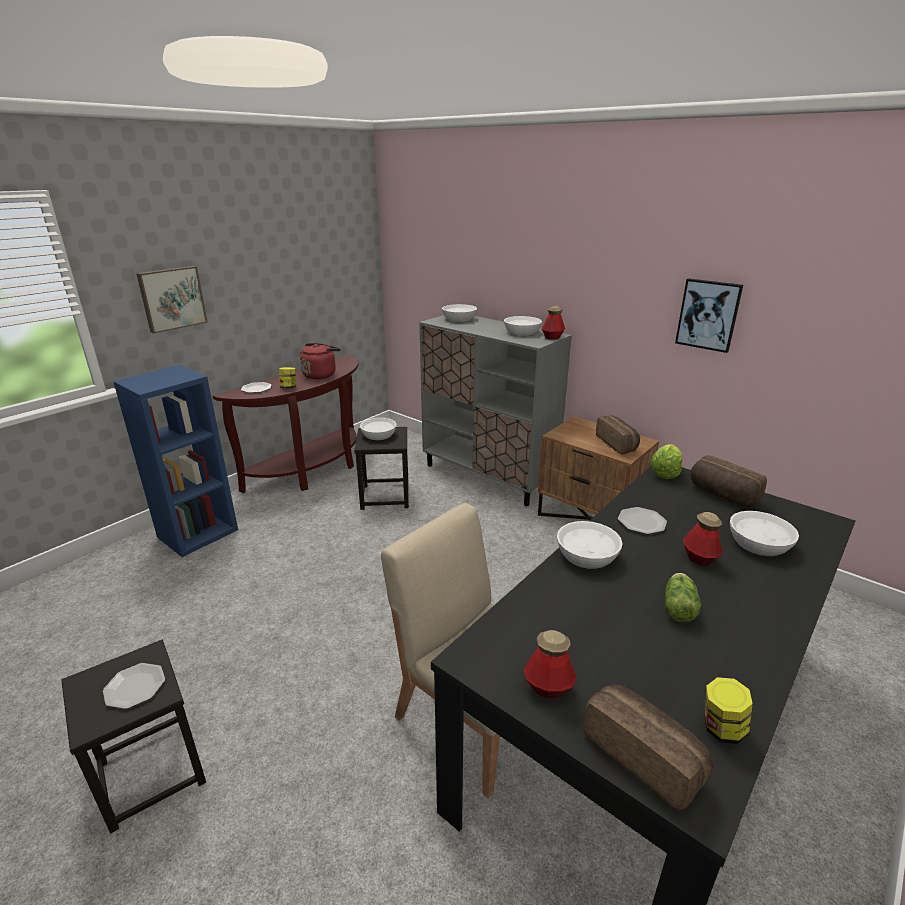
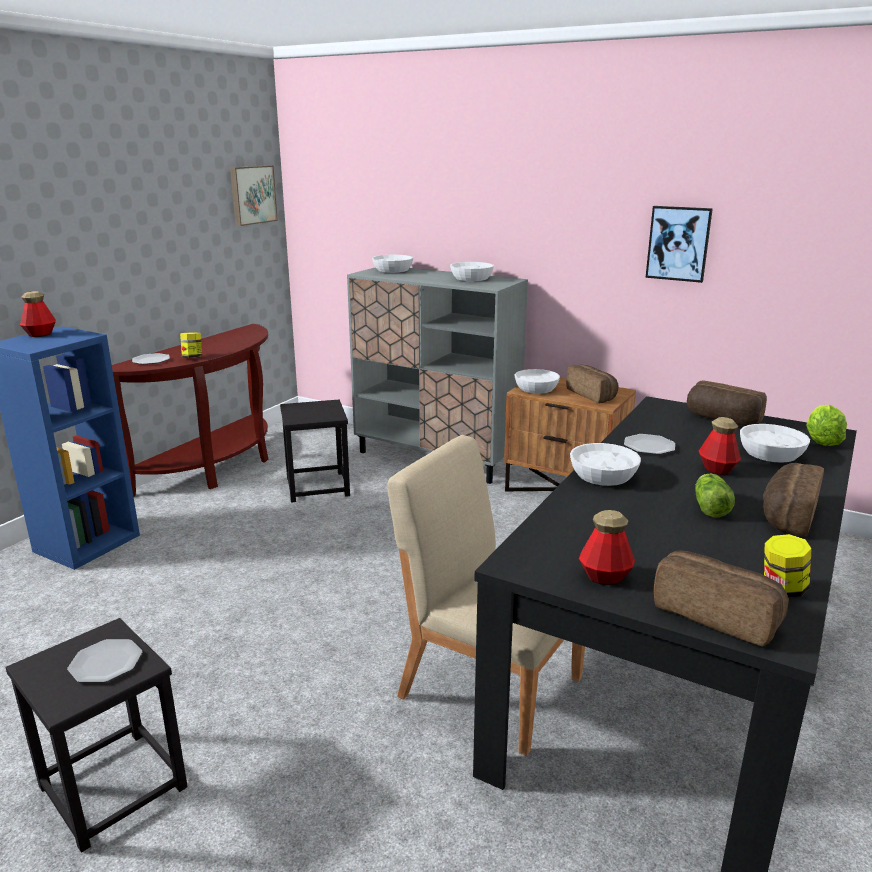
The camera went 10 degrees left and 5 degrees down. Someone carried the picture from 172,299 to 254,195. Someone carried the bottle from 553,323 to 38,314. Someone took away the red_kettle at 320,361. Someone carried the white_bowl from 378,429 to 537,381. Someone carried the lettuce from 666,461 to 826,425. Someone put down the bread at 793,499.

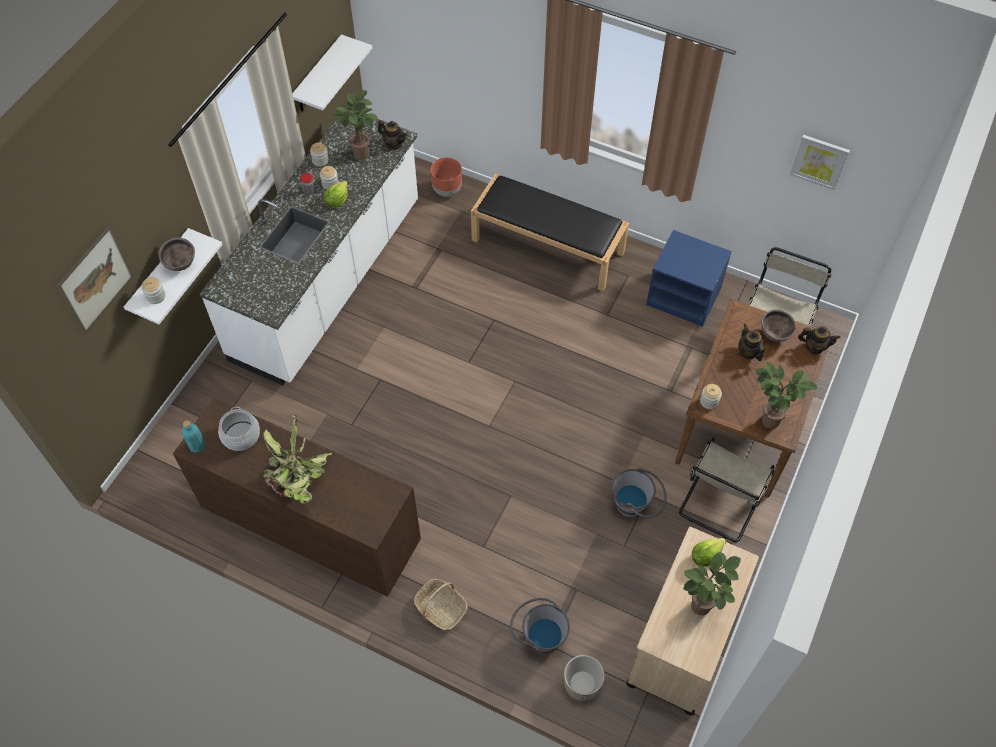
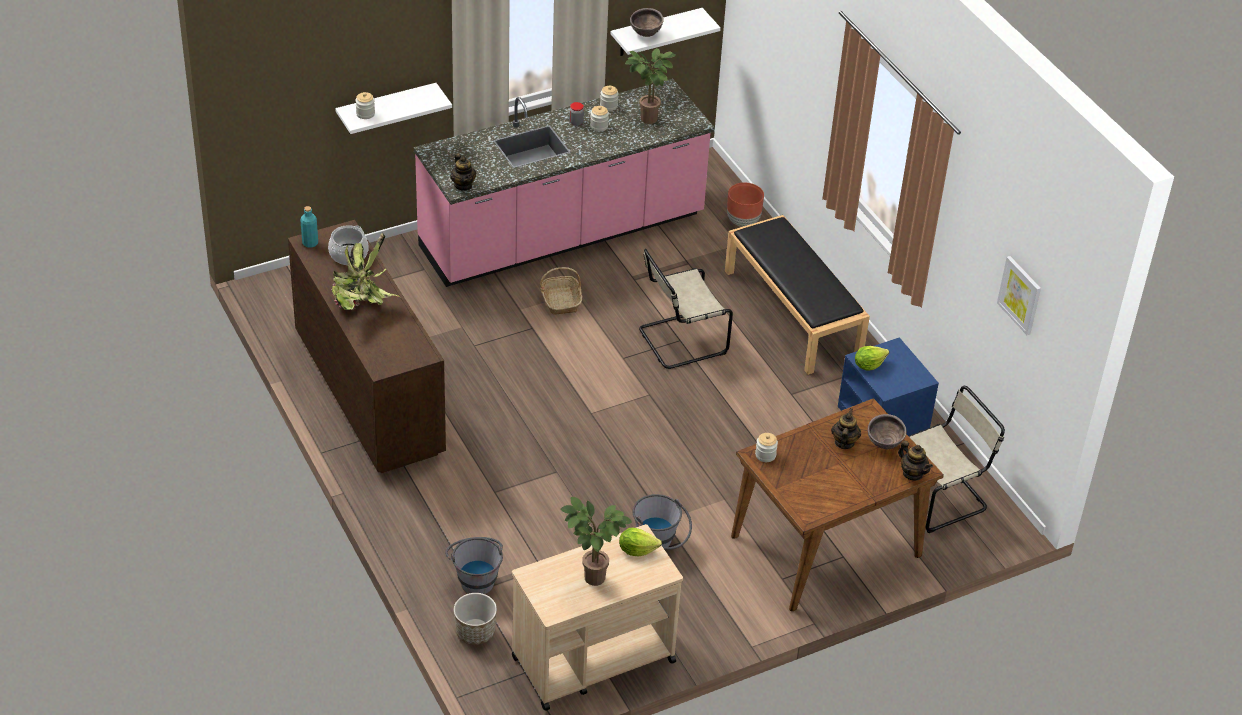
The camera went 35 degrees right and 15 degrees down. Someone repainted the white_counter at 309,246, which became the pink_counter at 564,183. Someone carried the teapot from 392,135 to 463,172. Someone carried the lettuce from 336,194 to 872,358. Someone took away the picture at 95,280. Someone carried the brown_bowl from 177,254 to 647,22. Someone took away the potted_plant at 786,395. Someone carried the beige_chair from 727,489 to 686,309. Someone carried the basket from 441,604 to 561,291.

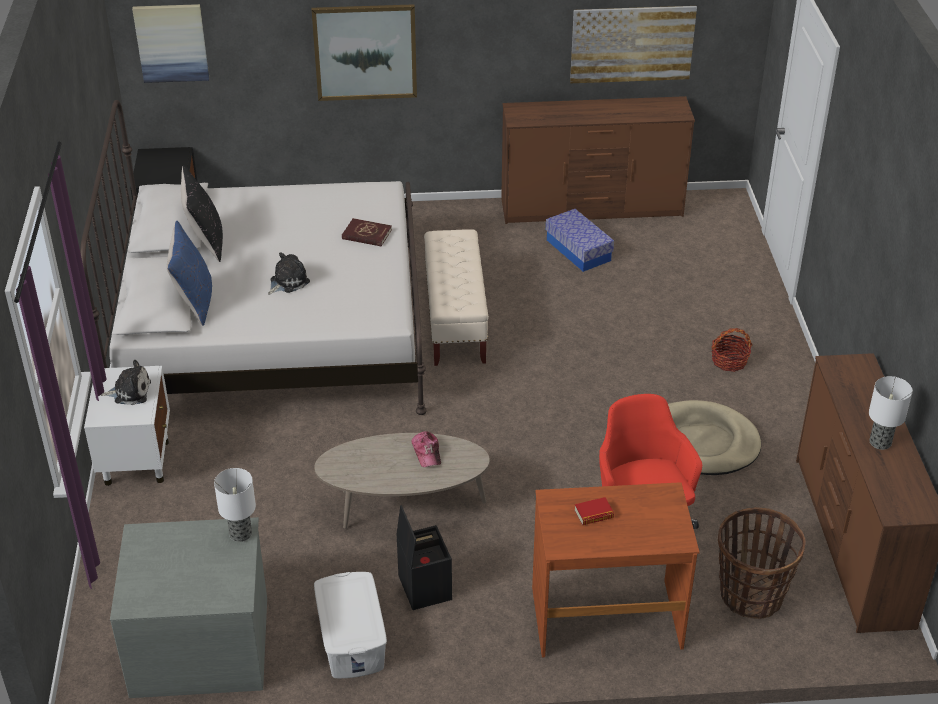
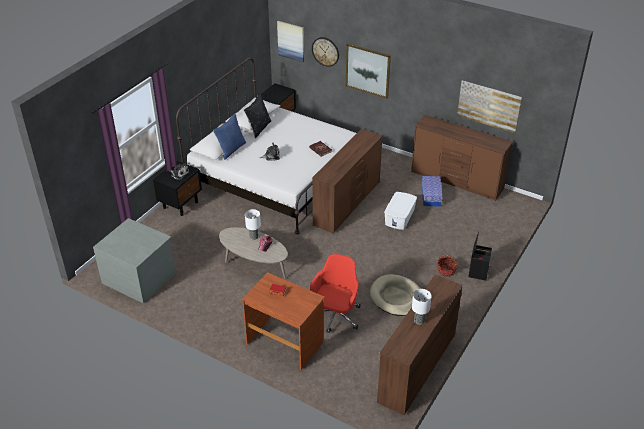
The camera went 35 degrees right and 0 degrees up. Someone swapped the beige_bench at 456,297 for the brown_dresser at 347,181. Someone repainted the white_nightstand at 127,426, which became the black_nightstand at 177,188. Someone carried the table_lamp from 235,505 to 253,224. Someone carried the black_storage_box from 424,557 to 480,256. Someone took away the basket at 762,563. Someone carried the white_storage_box from 350,625 to 400,211. Someone put up the wall_clock at 325,52.

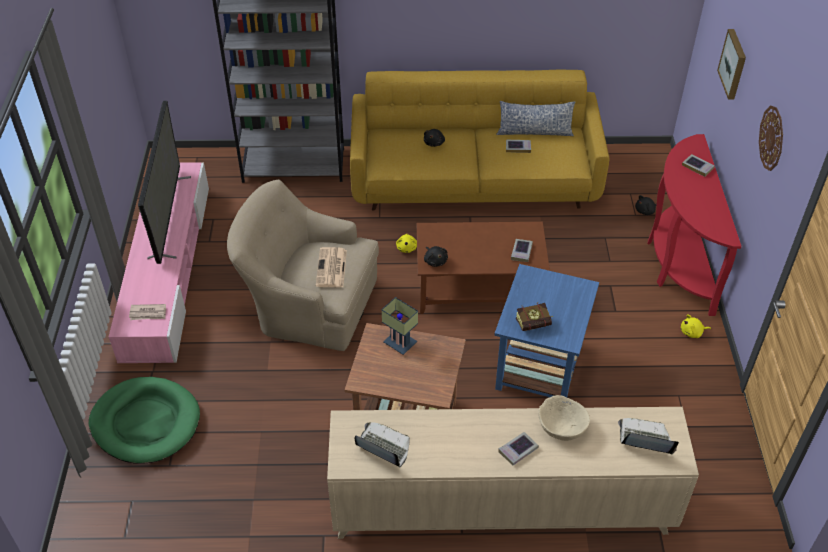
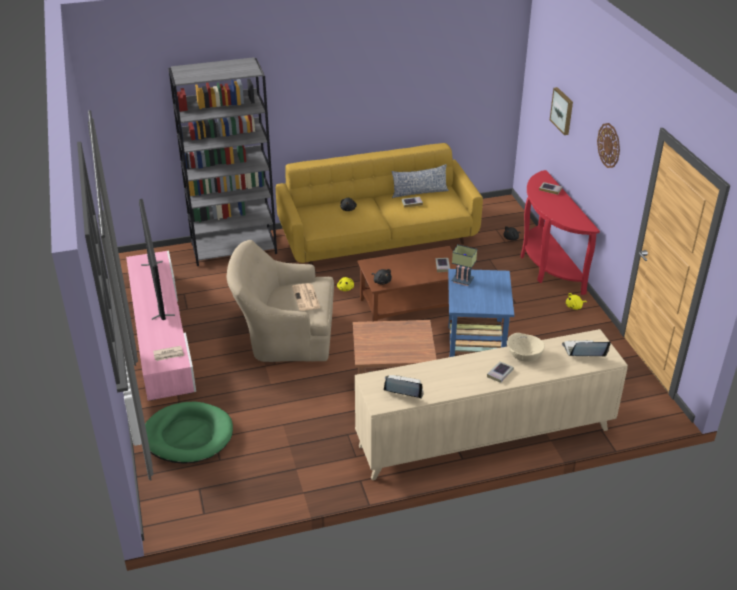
The camera went 15 degrees left and 10 degrees down. Someone carried the table_lamp from 399,326 to 464,265. Someone took away the book at 534,316.

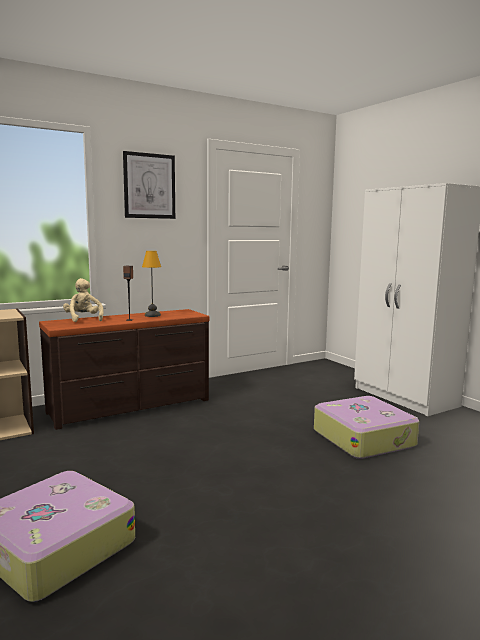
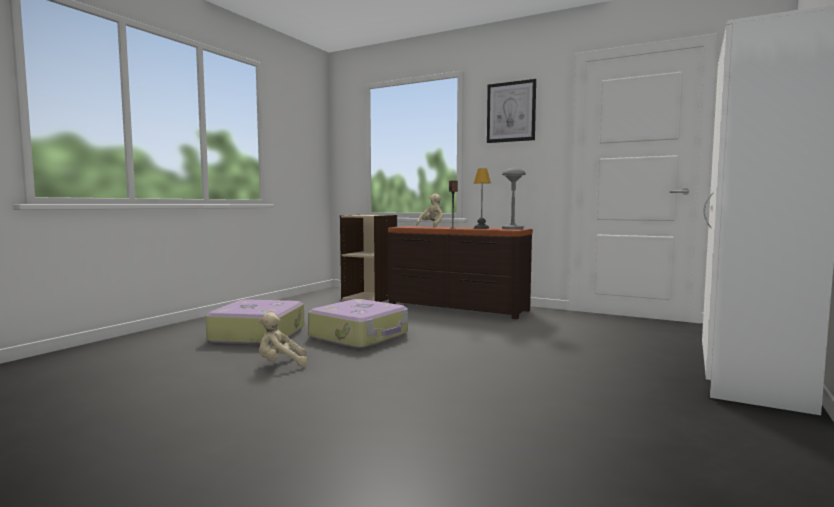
The camera went 60 degrees right and 5 degrees down. Someone carried the suitcase from 366,427 to 358,324. Someone put down the grey_table_lamp at 513,198. Someone put down the beige_plush_toy at 283,339.

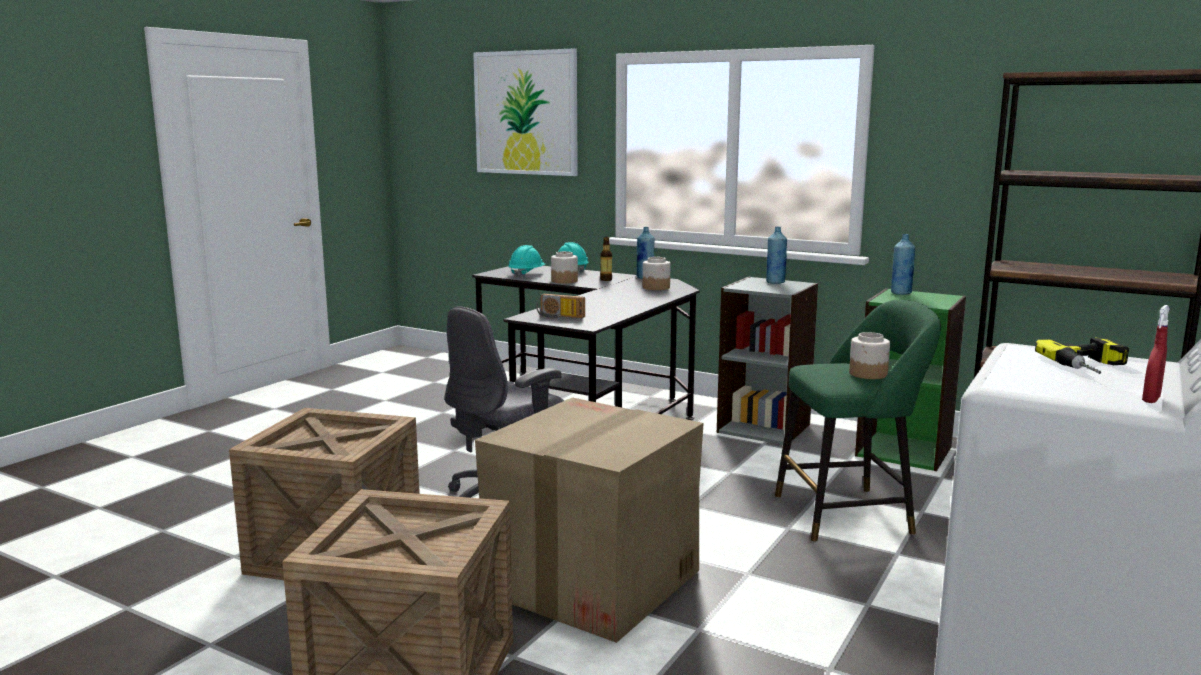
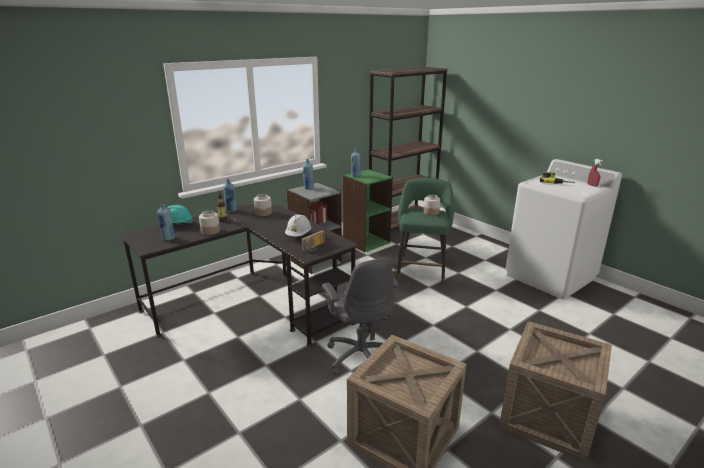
The camera went 70 degrees left and 10 degrees up. Someone took away the picture at 525,112. Someone swapped the turquoise_hard_hat at 526,261 for the blue_bottle at 166,222. Someone took away the cardboard_box at 589,520. Someone put down the white_hard_hat at 298,225.

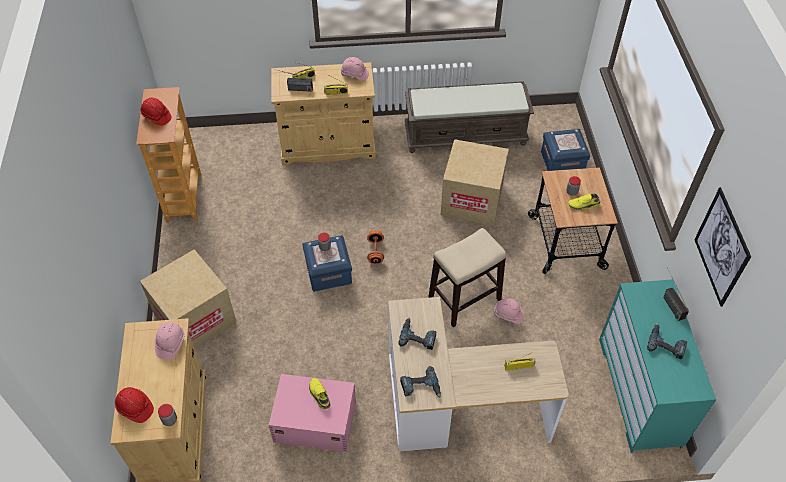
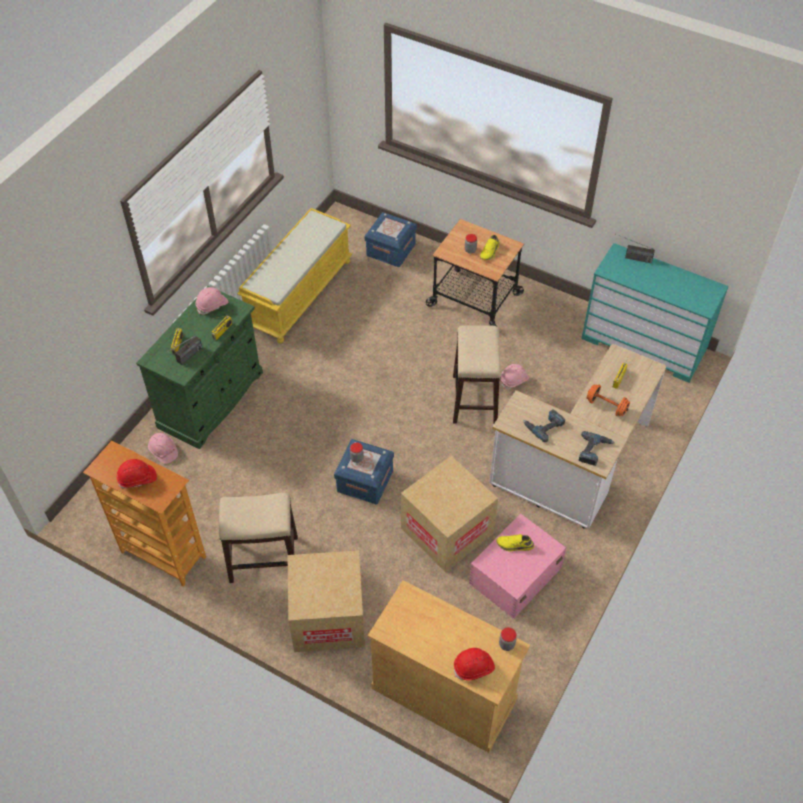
The camera went 55 degrees left and 0 degrees up. Someone repainted the beige_cabinet at 323,113, which became the green_cabinet at 199,367. Someone repainted the brown_bench at 469,117, which became the yellow_bench at 294,275. Someone carried the cardboard_box from 475,182 to 449,514. Someone took away the picture at 722,247. Someone carried the orange_dumbbell from 375,247 to 608,400. Someone carried the pink_hard_hat from 170,341 to 163,448. Someone took away the power_drill at 667,341. Someone put down the stool at 258,538.

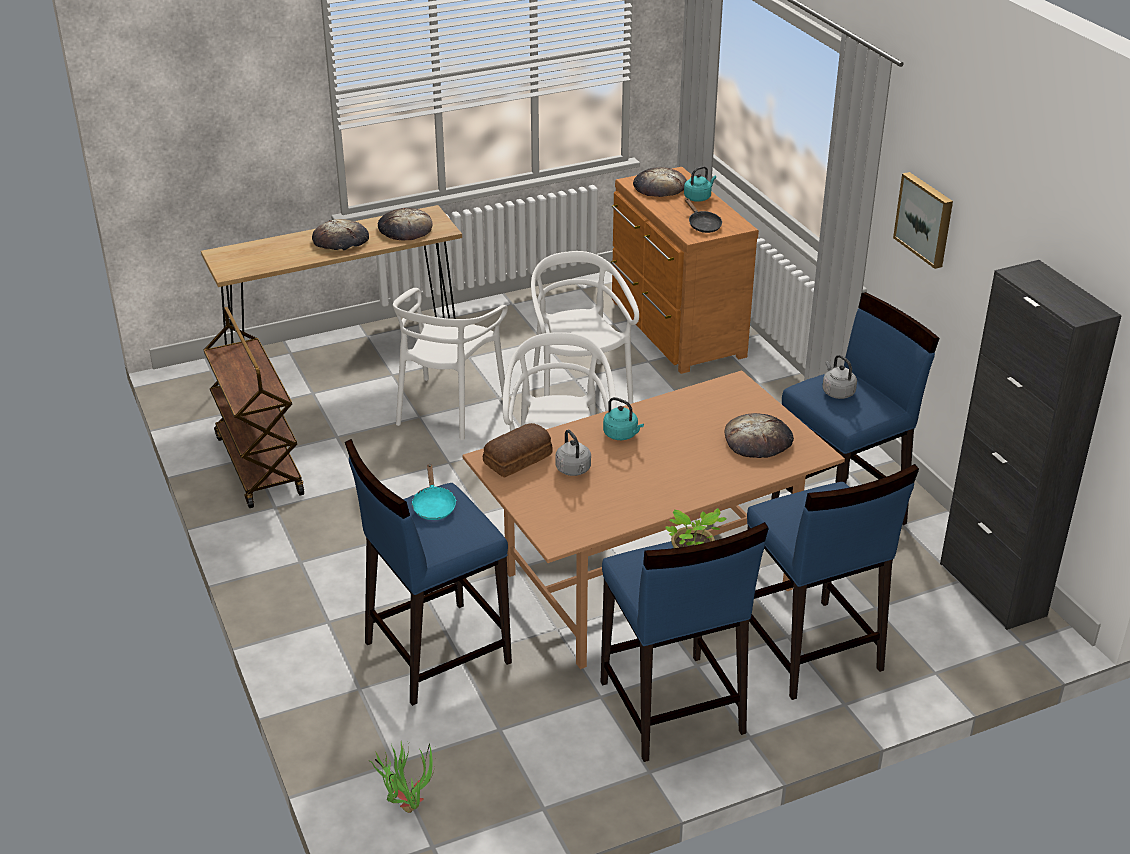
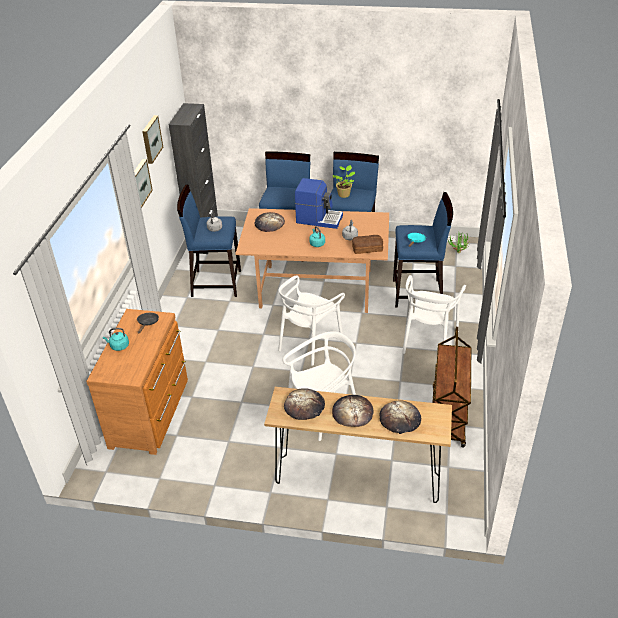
The camera went 145 degrees left and 5 degrees up. Someone carried the bread from 660,182 to 400,417. Someone carried the white_chair from 585,327 to 434,314. Someone put up the picture at 152,139. Someone put down the coffee_machine at 319,203.

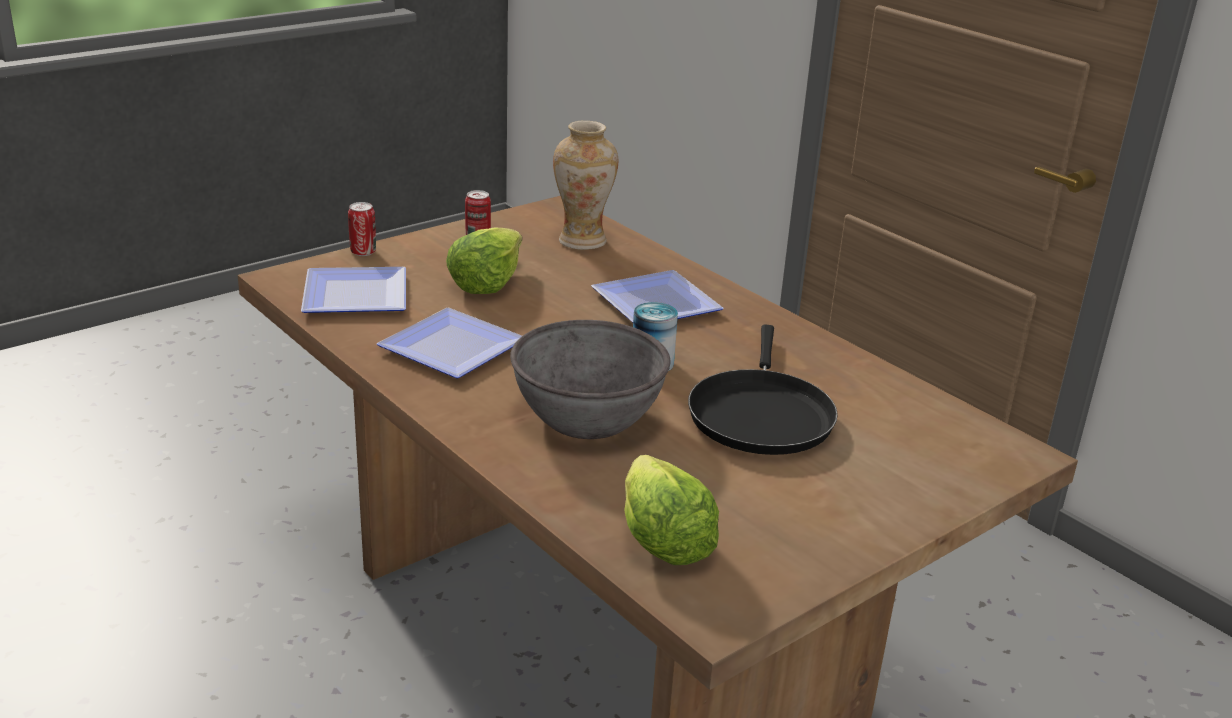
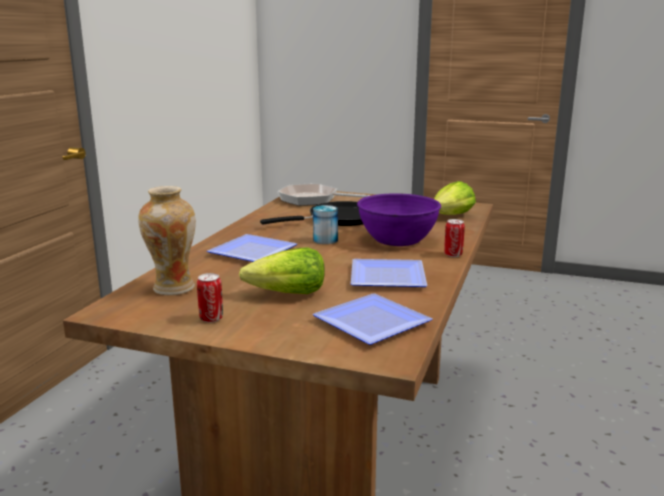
The camera went 120 degrees left and 10 degrees down. Someone carried the can from 362,229 to 454,238. Someone repainted the grey_bowl at 590,379, which became the purple_bowl at 399,219. Someone put down the frying_pan at 323,194.

